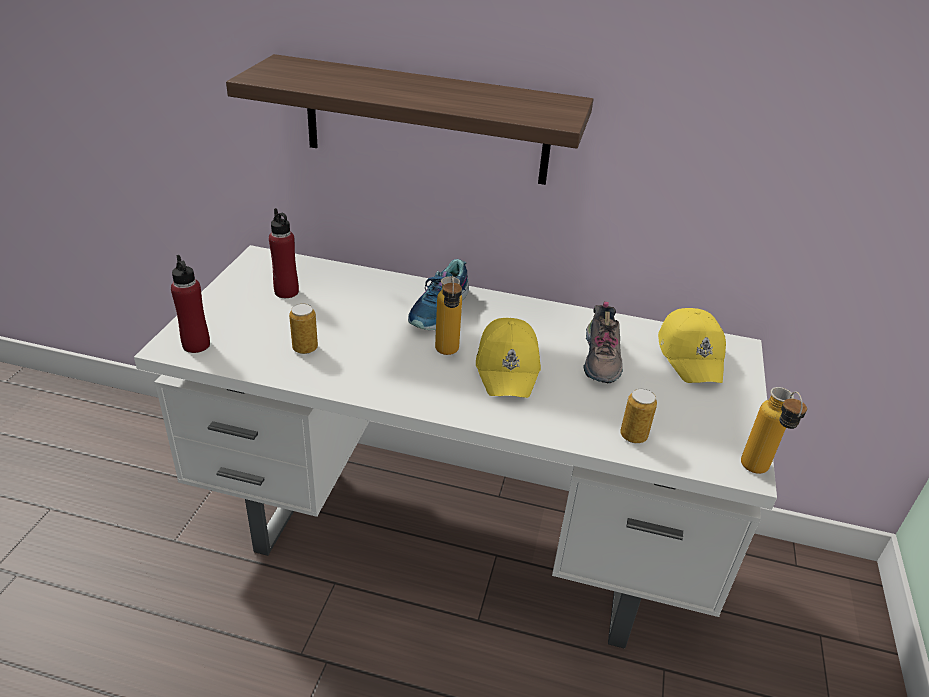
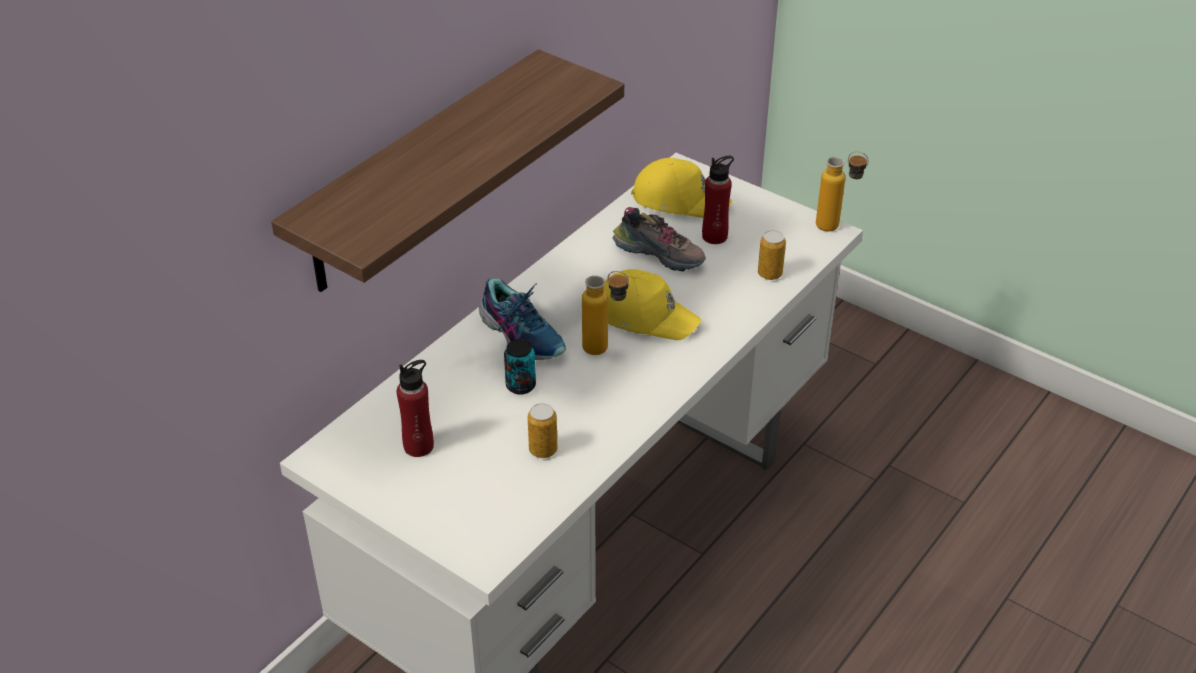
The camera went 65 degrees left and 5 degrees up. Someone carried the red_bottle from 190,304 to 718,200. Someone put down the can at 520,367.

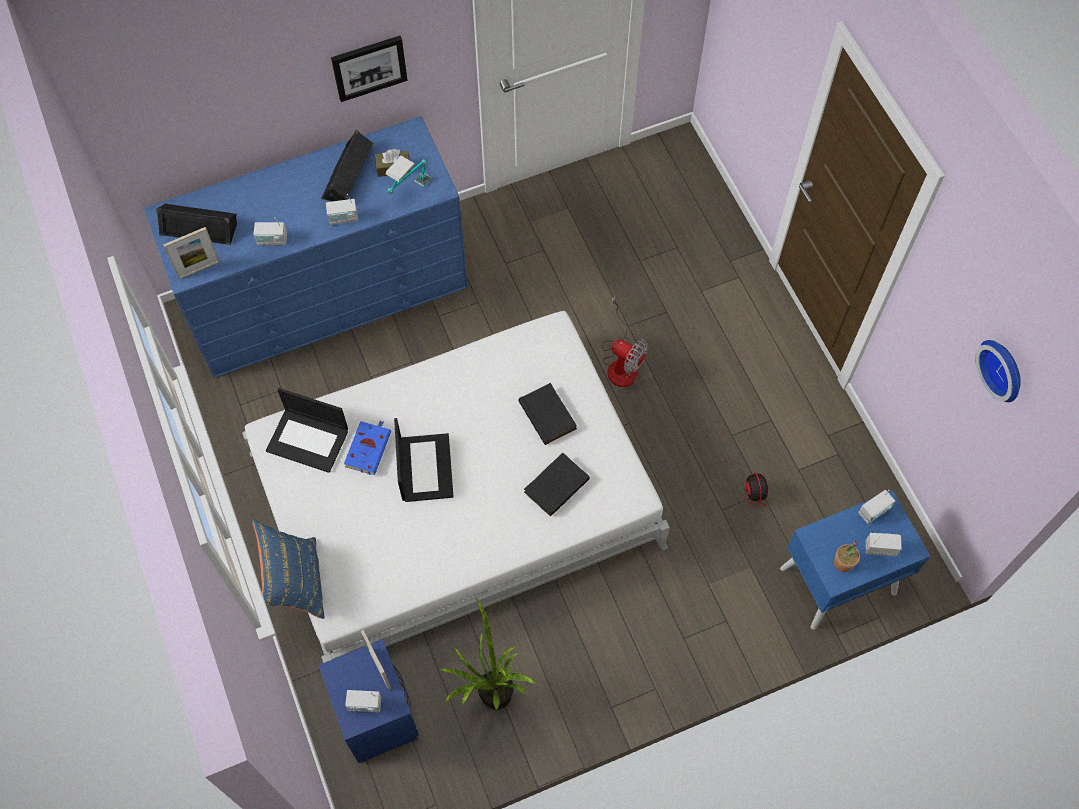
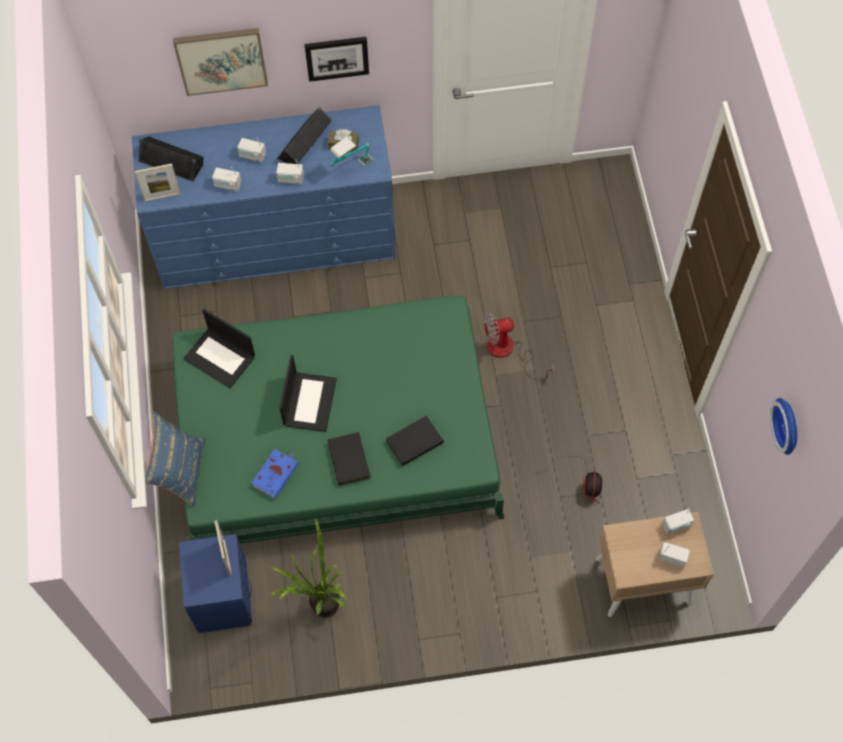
The camera went 15 degrees right and 0 degrees up. Someone rotated the fan at 625,341 by 120 degrees clockwise. Someone repainted the white_bed at 456,487, which became the green_bed at 338,420. Someone carried the black_book from 548,414 to 349,459. Someone carried the blue_book from 367,448 to 275,474. Someone repainted the blue_nightstand at 855,560, which became the beige_nightstand at 655,564. Someone took away the potted_plant at 847,556. Someone carried the radio from 363,701 to 251,150. Someone put up the picture at 220,62.

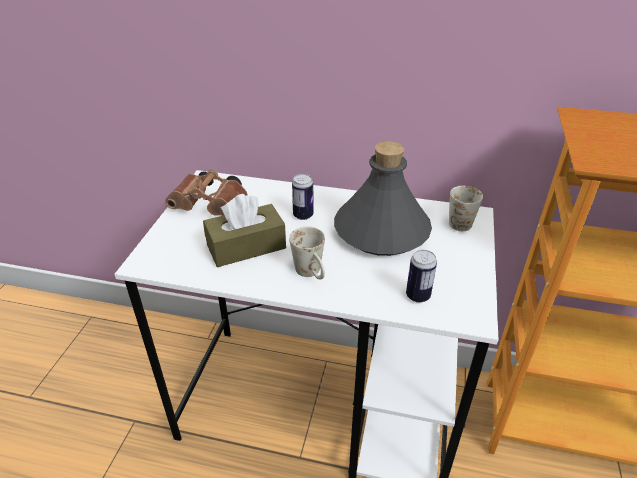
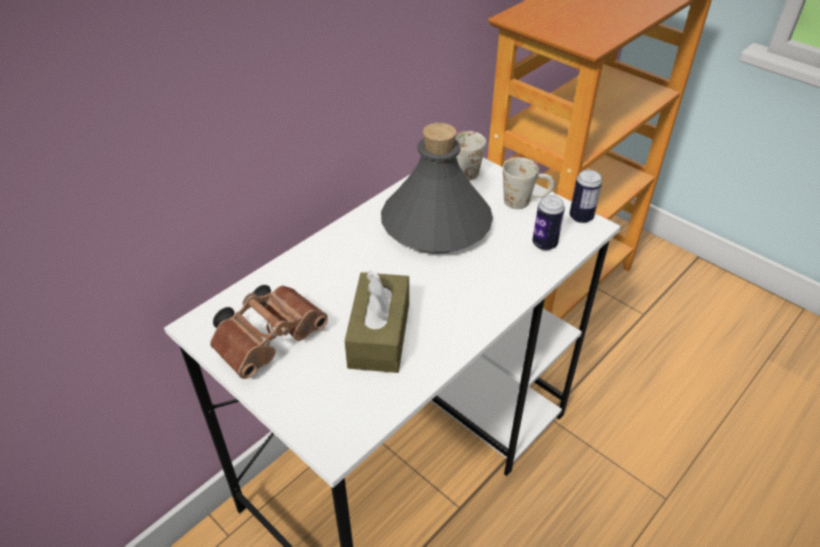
The camera went 60 degrees left and 5 degrees up. Someone carried the can from 303,197 to 585,196. Someone carried the white_mug from 307,252 to 529,183.

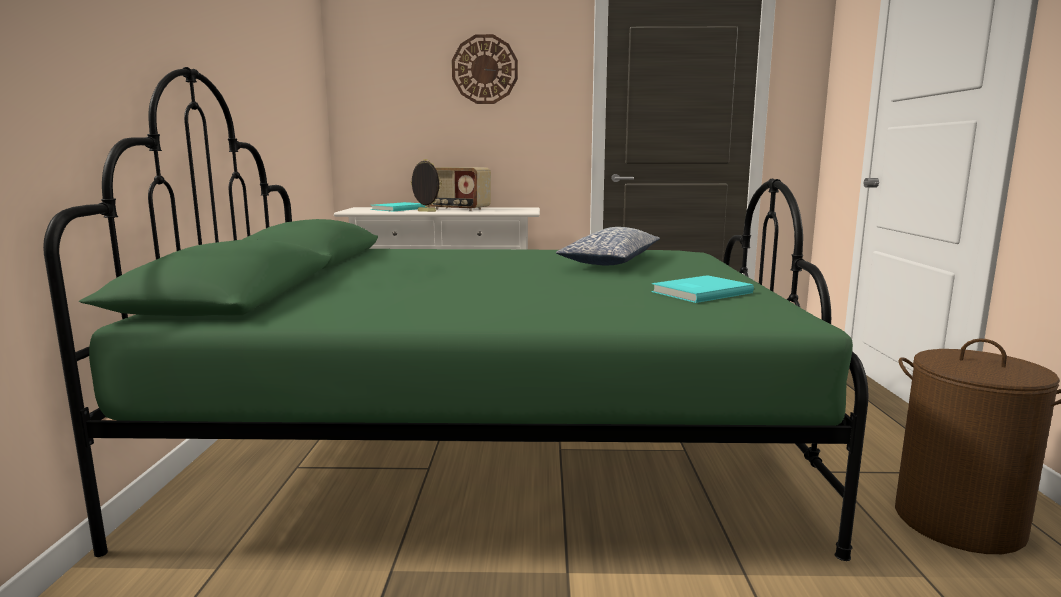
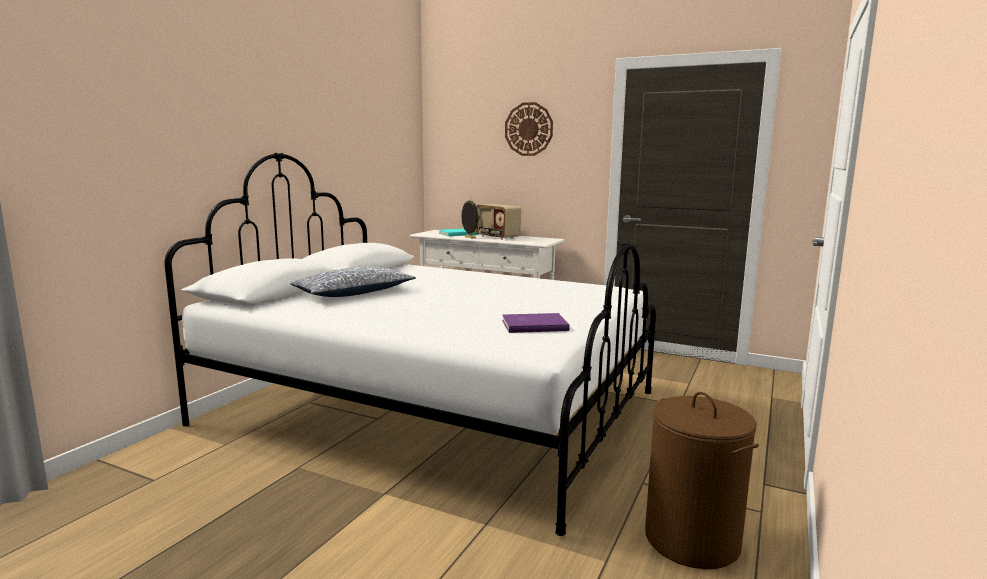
The camera went 25 degrees right and 0 degrees up. Someone repainted the green_bed at 455,314, which became the white_bed at 410,344. Someone carried the pillow from 608,246 to 353,281. Someone repainted the turquoise_book at 703,289, which became the purple_book at 536,323.

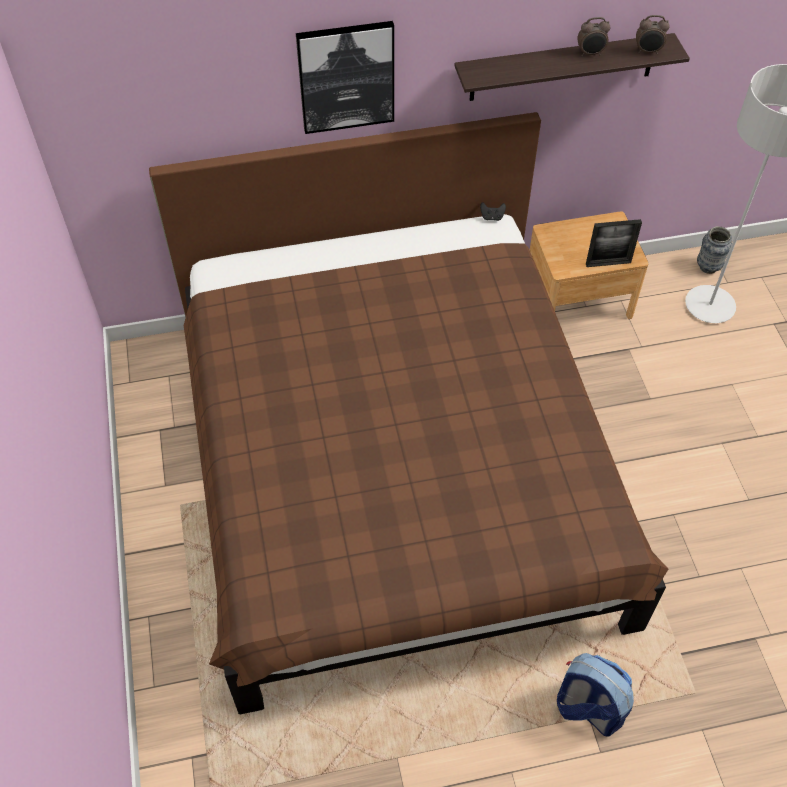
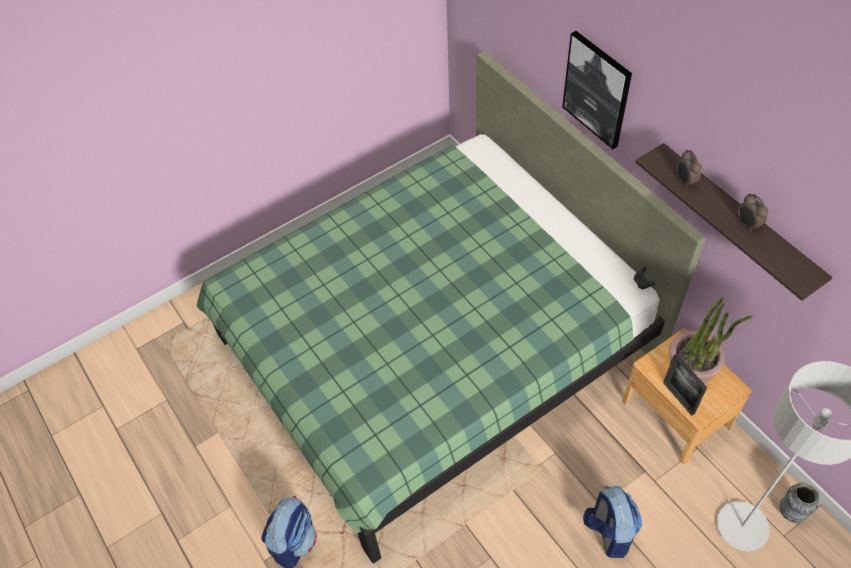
The camera went 70 degrees right and 0 degrees up. Someone carried the alarm_clock from 653,34 to 689,169. Someone repainted the brown_bed at 408,413, which became the green_bed at 451,307. Someone put down the potted_plant at 711,341. Someone put down the backpack at 612,522.

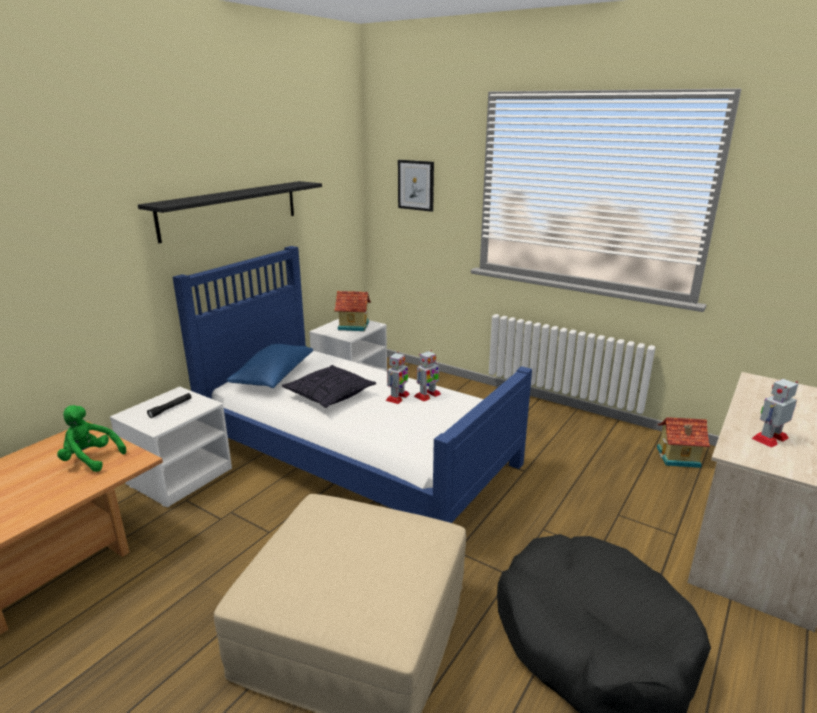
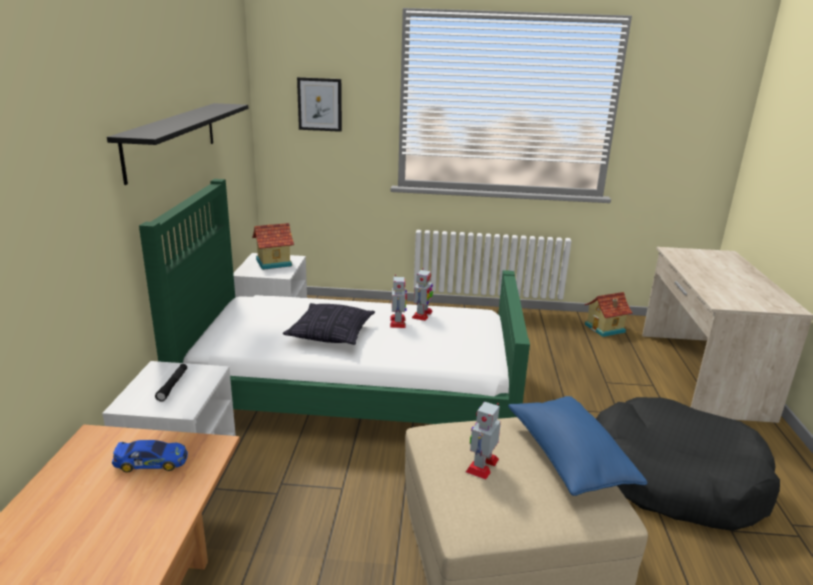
The camera went 30 degrees left and 0 degrees up. Someone repainted the blue_bed at 352,384, which became the green_bed at 334,301. Someone carried the blue_pillow from 269,366 to 577,446. Someone carried the toy_robot from 775,413 to 483,440. Someone swapped the green_plush_toy at 91,438 for the toy_car at 150,456.

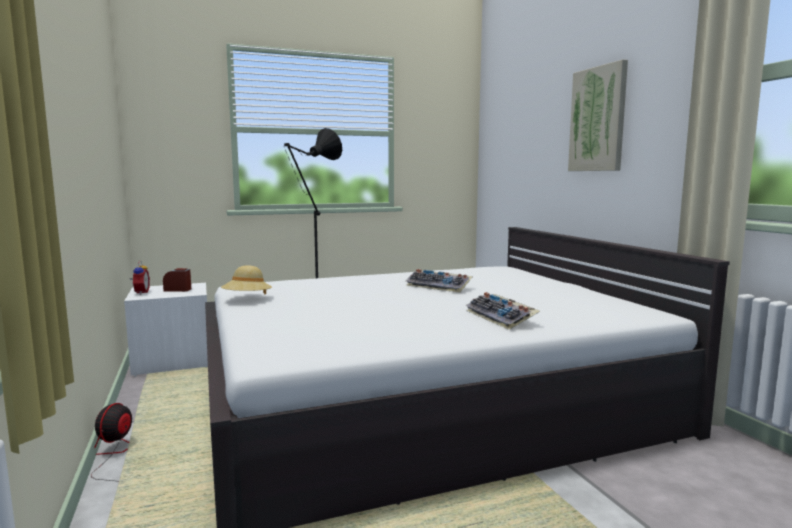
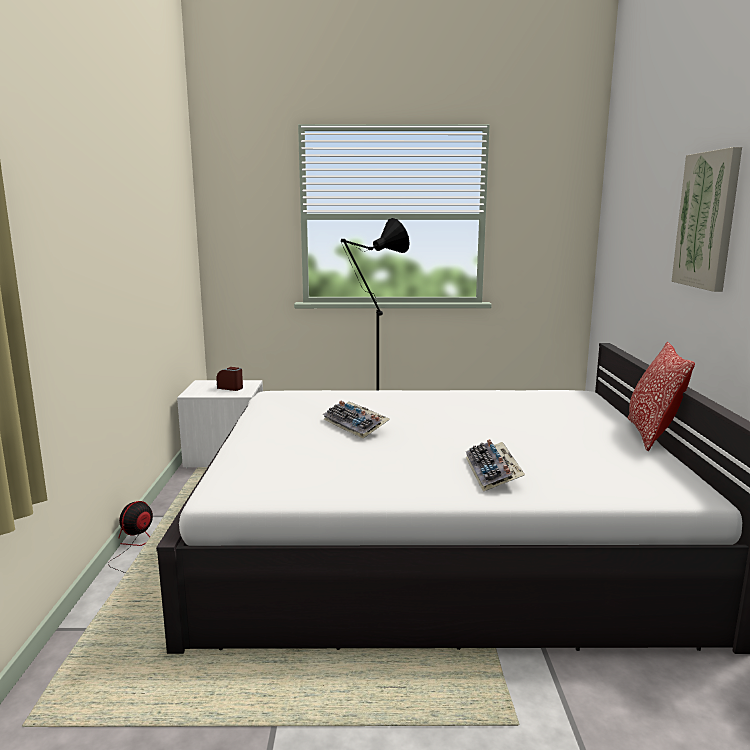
The camera went 20 degrees right and 5 degrees up. Someone took away the alarm_clock at 139,278. Someone took away the beige_hat at 246,280. Someone carried the keyboard from 439,281 to 356,420. Someone put down the pillow at 661,396.

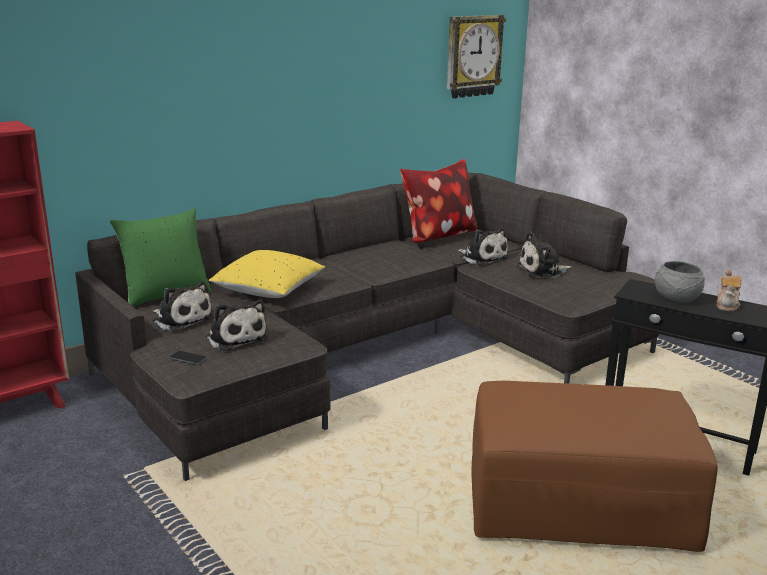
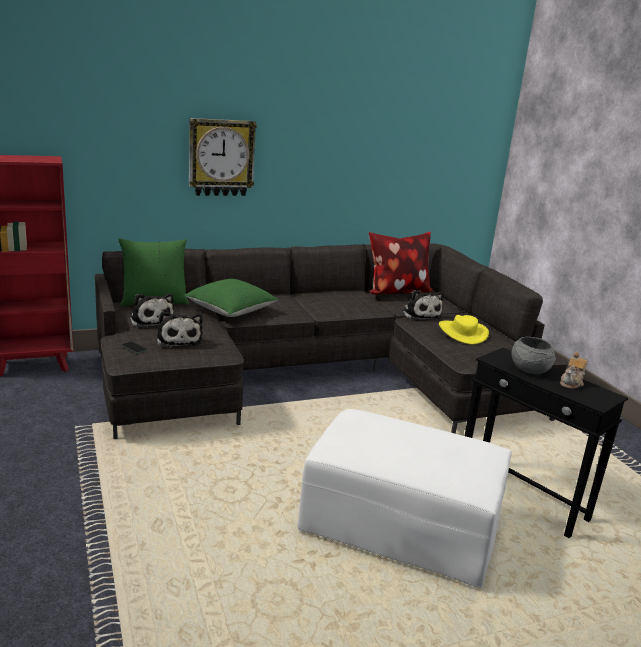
The camera went 15 degrees right and 0 degrees up. Someone carried the wall_clock from 476,56 to 223,157. Someone swapped the plush_toy at 544,255 for the yellow_hat at 464,330. Someone repainted the yellow_pillow at 267,274, which became the green_pillow at 231,298. Someone repainted the brown_ottoman at 595,466, which became the white_ottoman at 404,498.

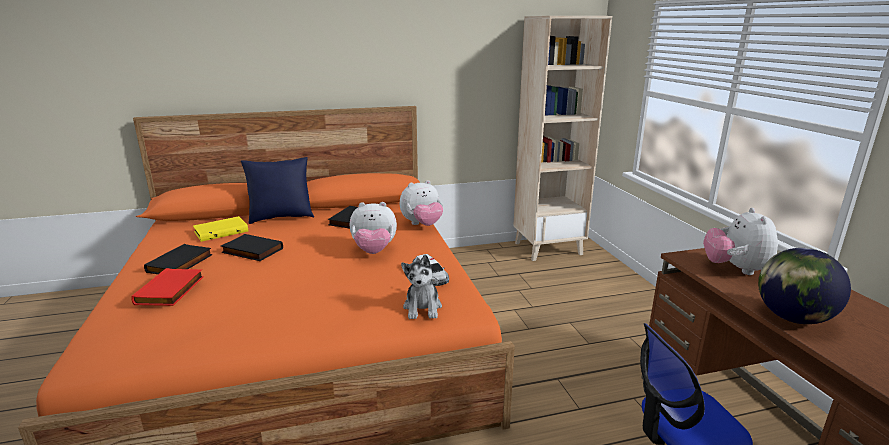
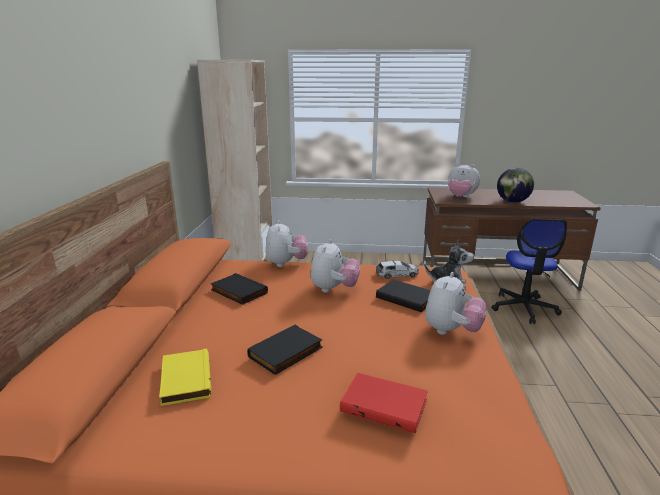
The camera went 70 degrees left and 0 degrees up. Someone took away the blue_pillow at 277,190. Someone carried the black_book from 178,259 to 403,295. Someone put down the plush_toy at 456,303.

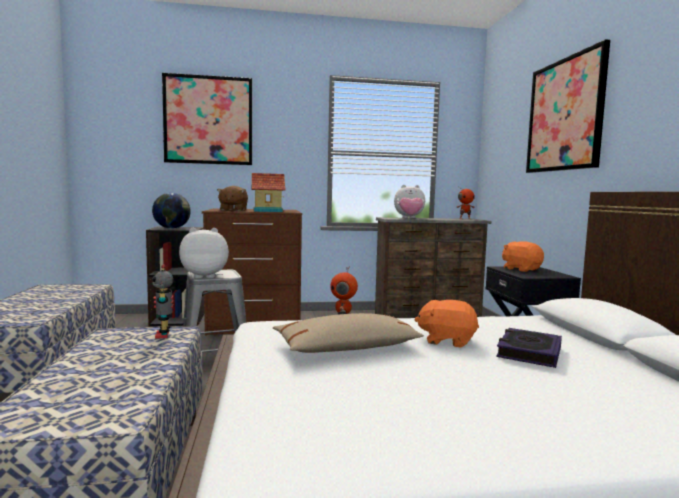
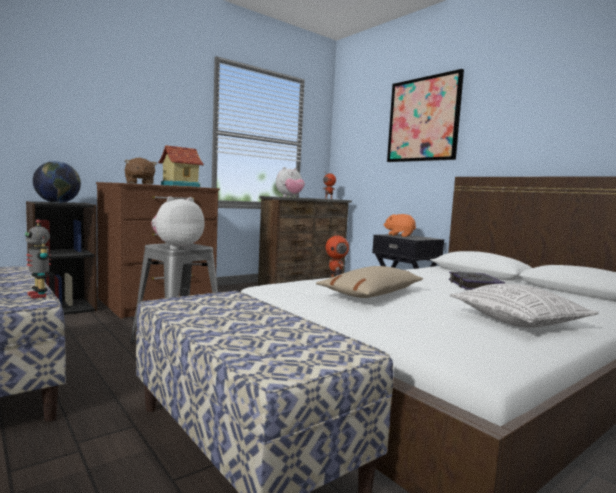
The camera went 30 degrees left and 0 degrees up. Someone took away the picture at 207,119. Someone carried the toy_robot from 163,301 to 38,259. Someone took away the orange_plush_toy at 446,323. Someone put down the pillow at 524,306.

